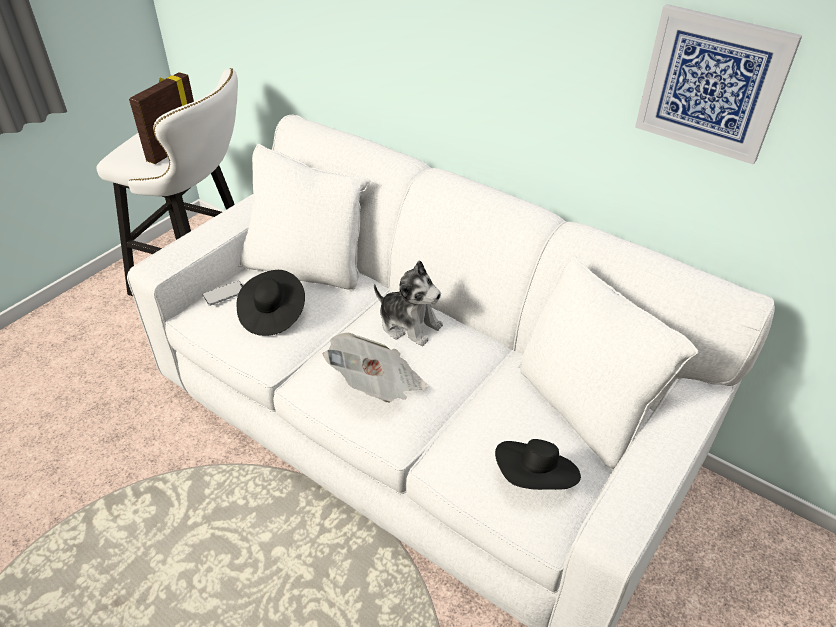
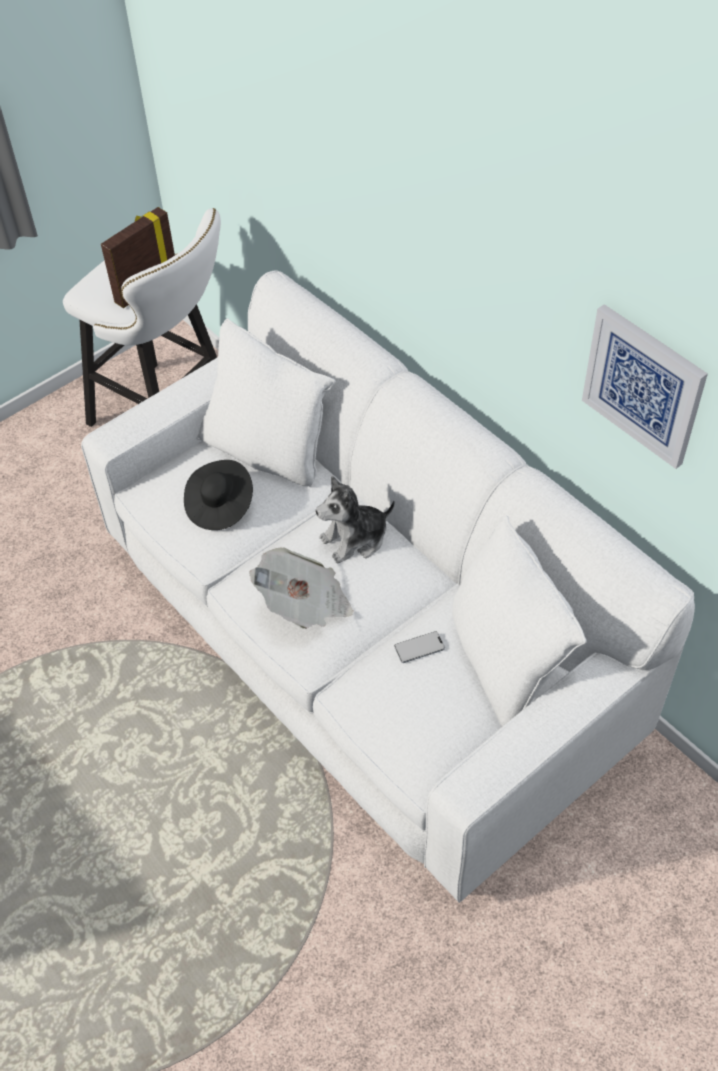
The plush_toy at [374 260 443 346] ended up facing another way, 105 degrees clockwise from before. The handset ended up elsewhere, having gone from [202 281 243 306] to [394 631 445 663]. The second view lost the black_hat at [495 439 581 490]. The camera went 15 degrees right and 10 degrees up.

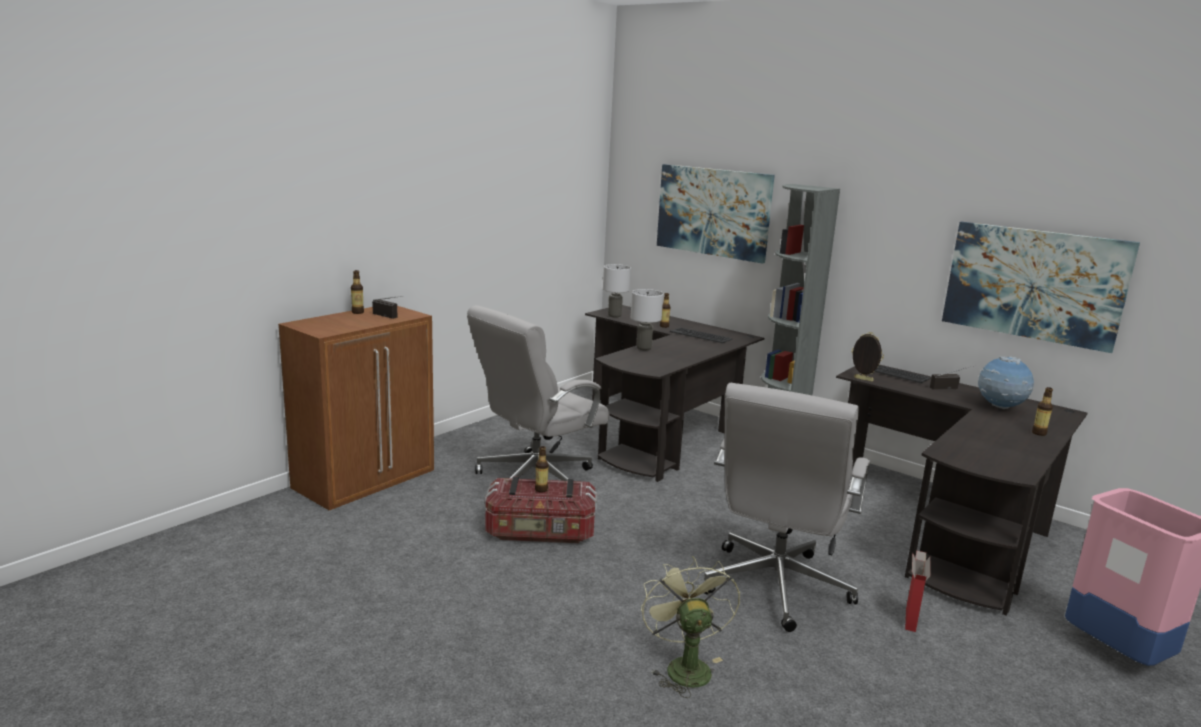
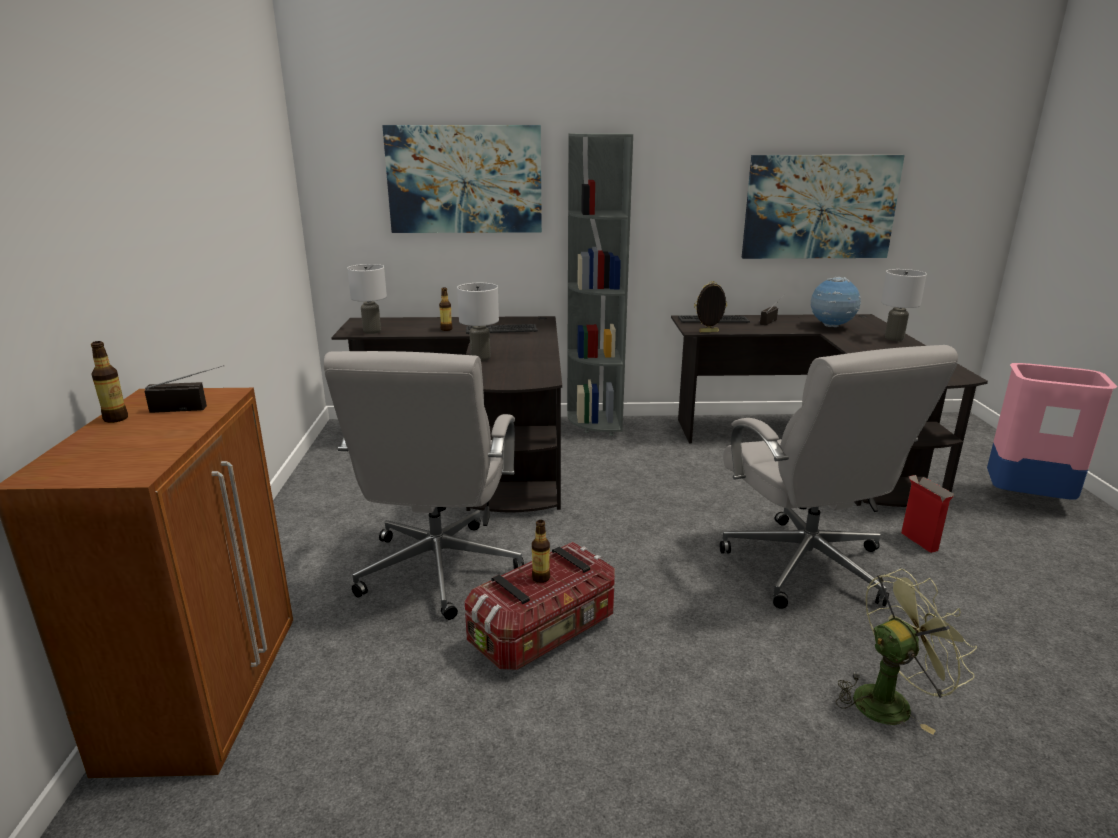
The greenish_fan at [641 556 740 698] ended up facing another way, 120 degrees clockwise from before. Where the drink_bottle stood at [1032 387 1053 436], the white-coloured_lamp_for_a_table came to stand at [881 269 927 341]. The camera went 40 degrees left and 5 degrees up.

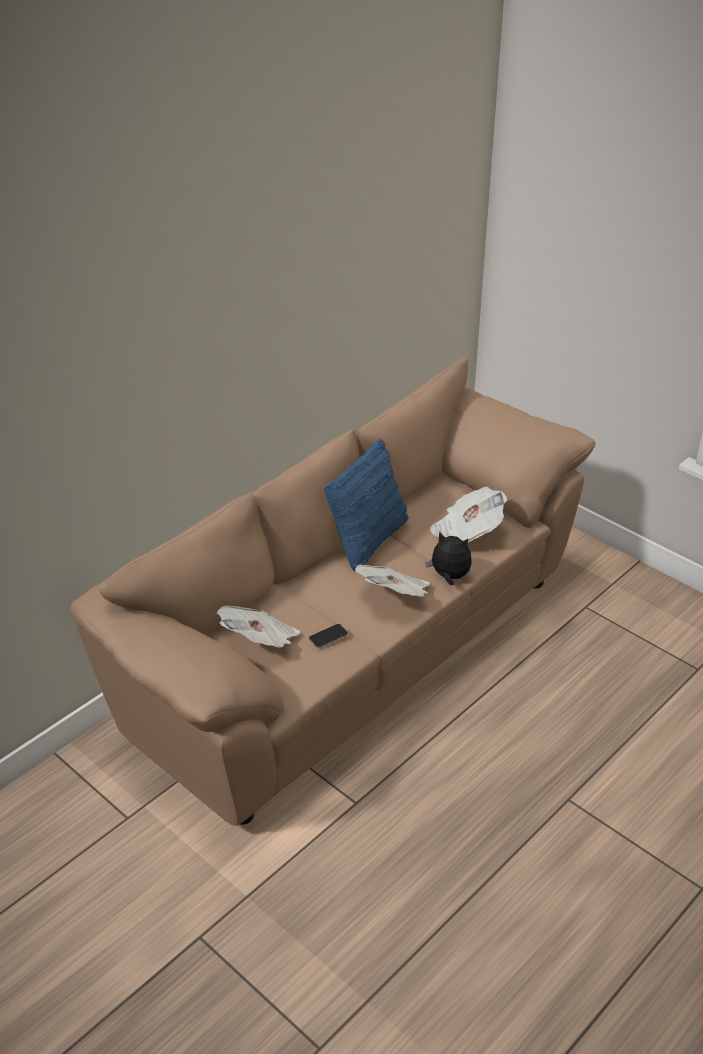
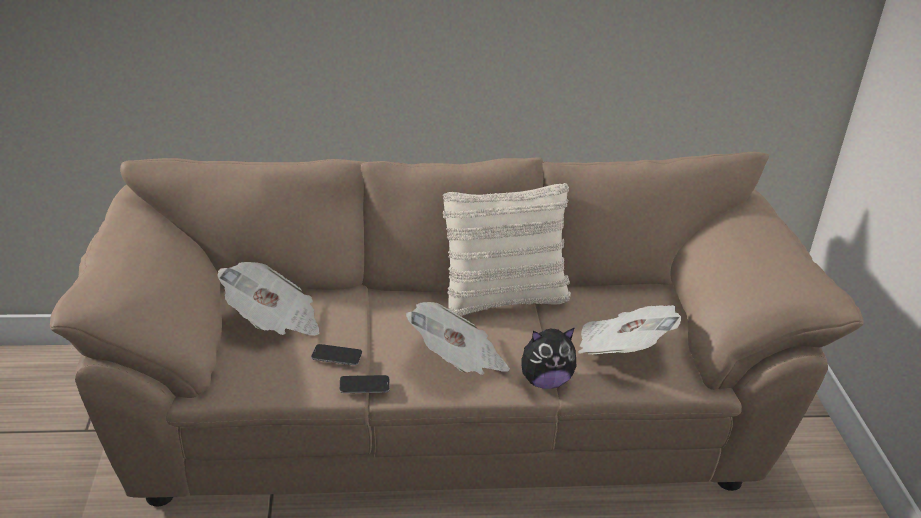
The second view gained the handset at [339 375 390 393]. What was the bluish_cushion at [324 439 409 571] turned into the beige_cushion at [442 183 571 316]. The plush_toy at [425 531 472 585] ended up facing another way, 105 degrees clockwise from before. The camera went 40 degrees right and 5 degrees down.

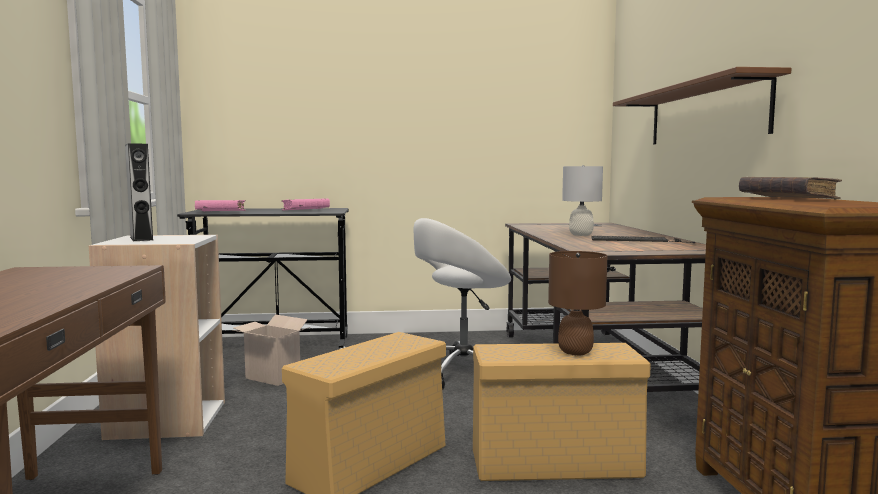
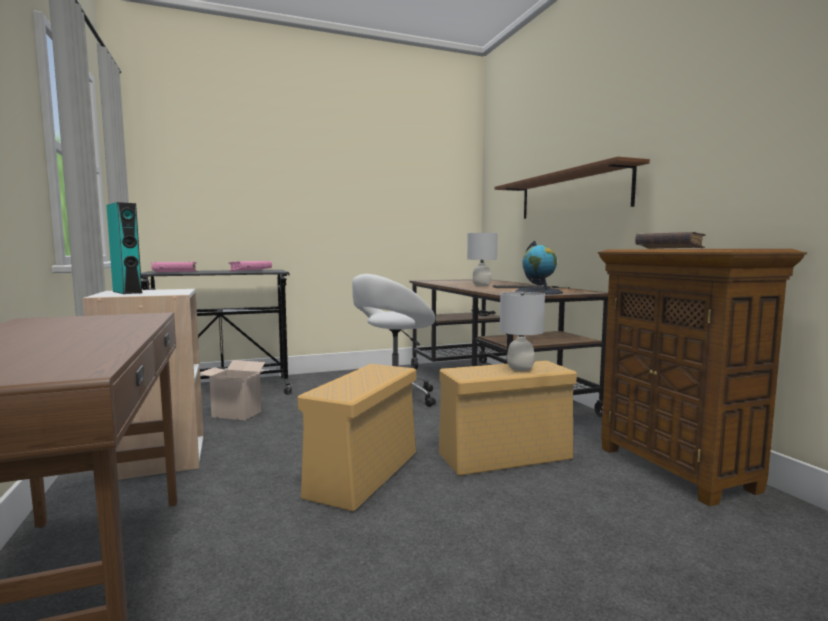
What was the gray_speaker at [125 143 153 241] turned into the blue-green_speaker at [106 202 142 294]. What was the brownish_lamp_for_a_table at [548 251 607 356] turned into the gray_lamp_for_a_table at [500 292 545 371]. The second view gained the globe at [515 241 563 295]. The camera went 15 degrees left and 0 degrees up.

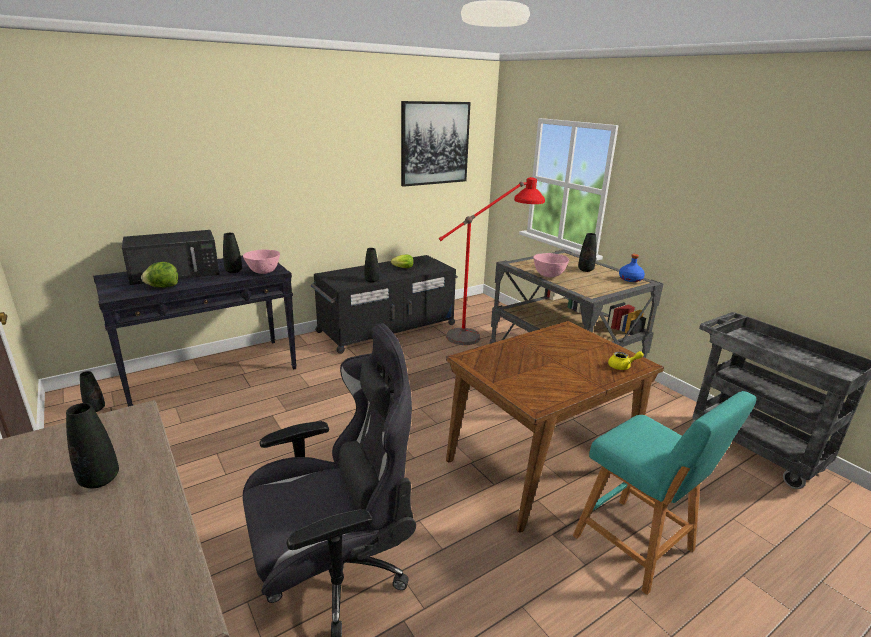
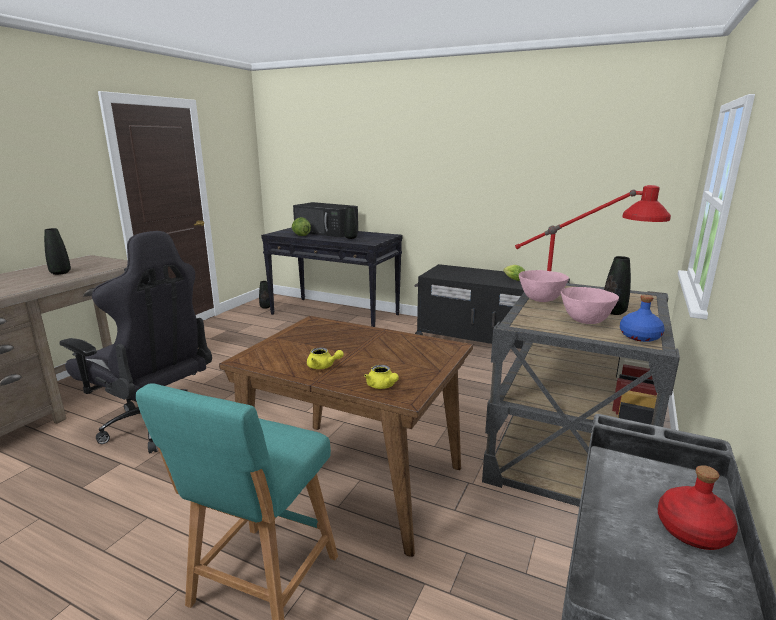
The second view gained the yellow_teapot at [307 348 344 369]. The pink_deep_dish ended up elsewhere, having gone from [243 249 280 274] to [561 287 619 324]. The second view gained the red_drink_bottle at [658 465 738 550]. The second view lost the black_decorative_vase at [364 248 379 283]. The second view lost the wall_art at [401 101 471 187]. The camera went 60 degrees right and 5 degrees down.

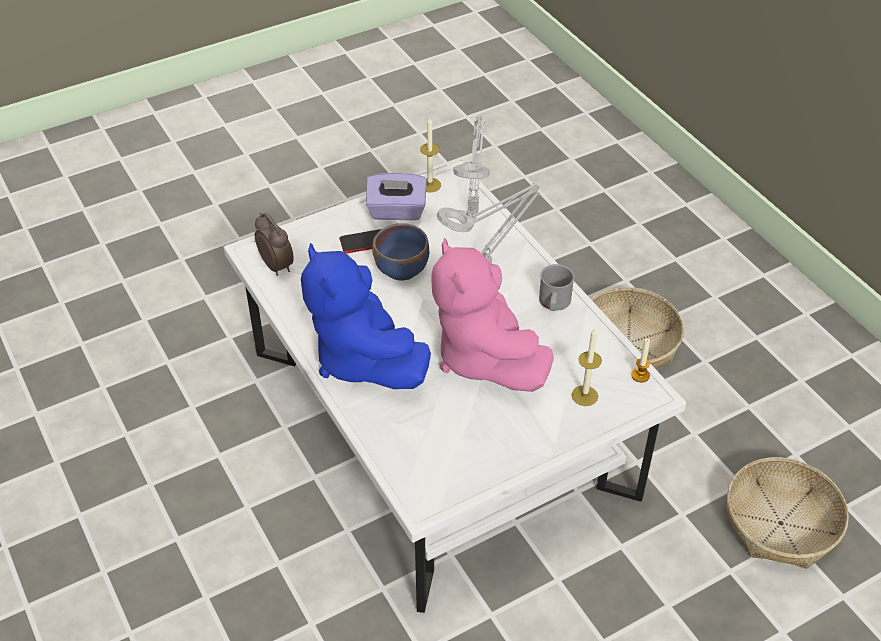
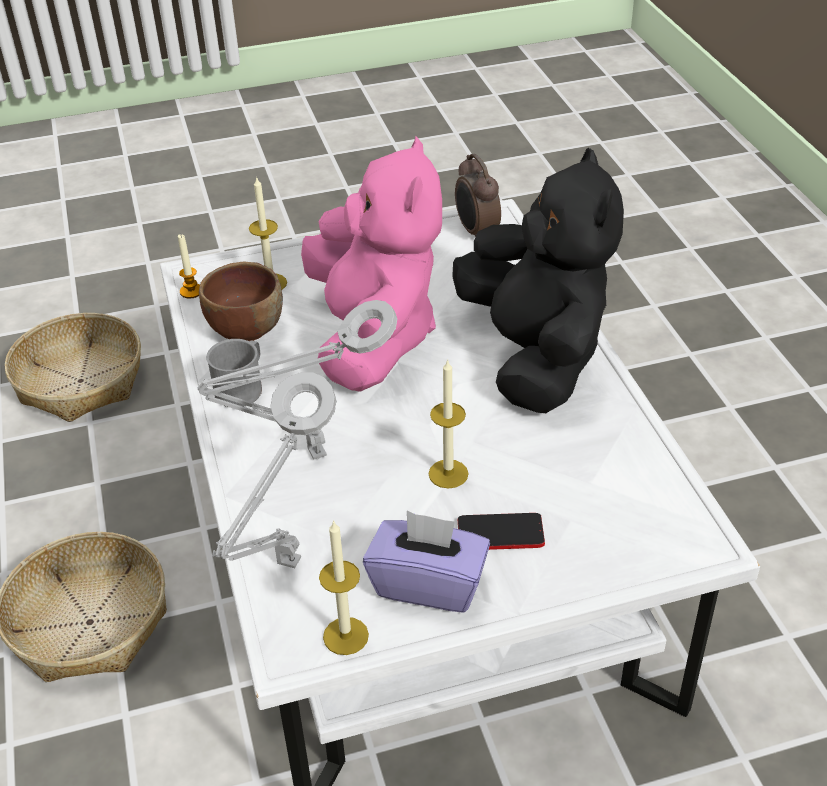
The second view gained the brownish_deep_dish at [199 261 283 341]. Where the bluish_deep_dish stood at [372 223 429 281], the wax_candle came to stand at [429 359 469 489]. What was the bluish_plush_toy at [301 243 431 389] turned into the black_plush_toy at [452 148 624 413]. The alarm_clock ended up elsewhere, having gone from [255 213 293 276] to [455 153 501 237]. The camera went 165 degrees left and 5 degrees down.

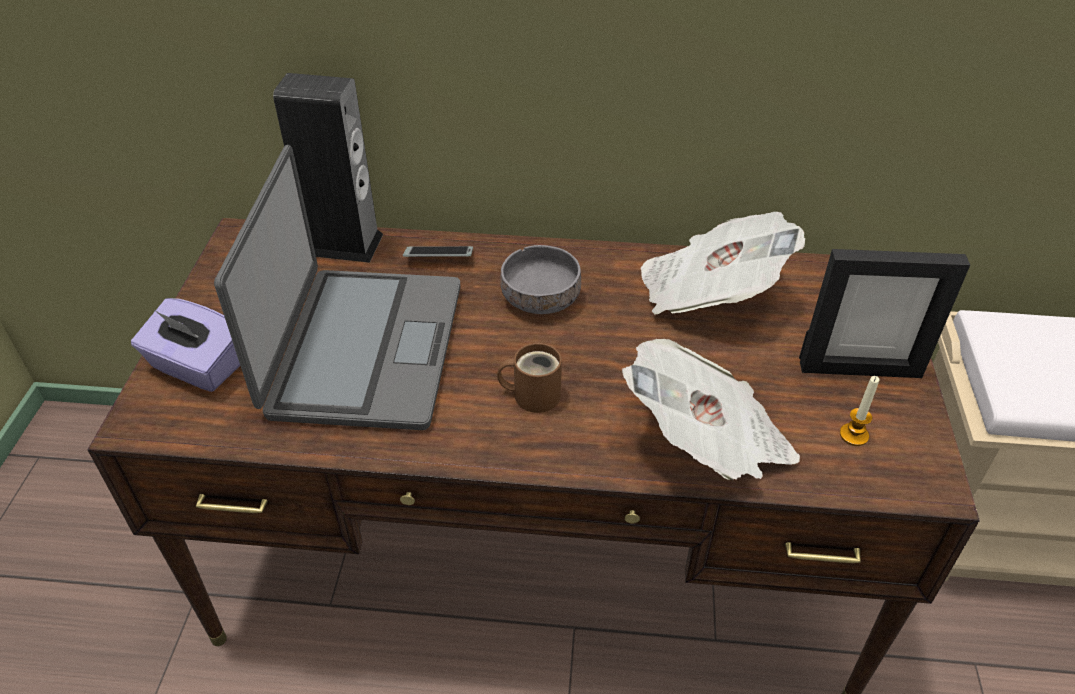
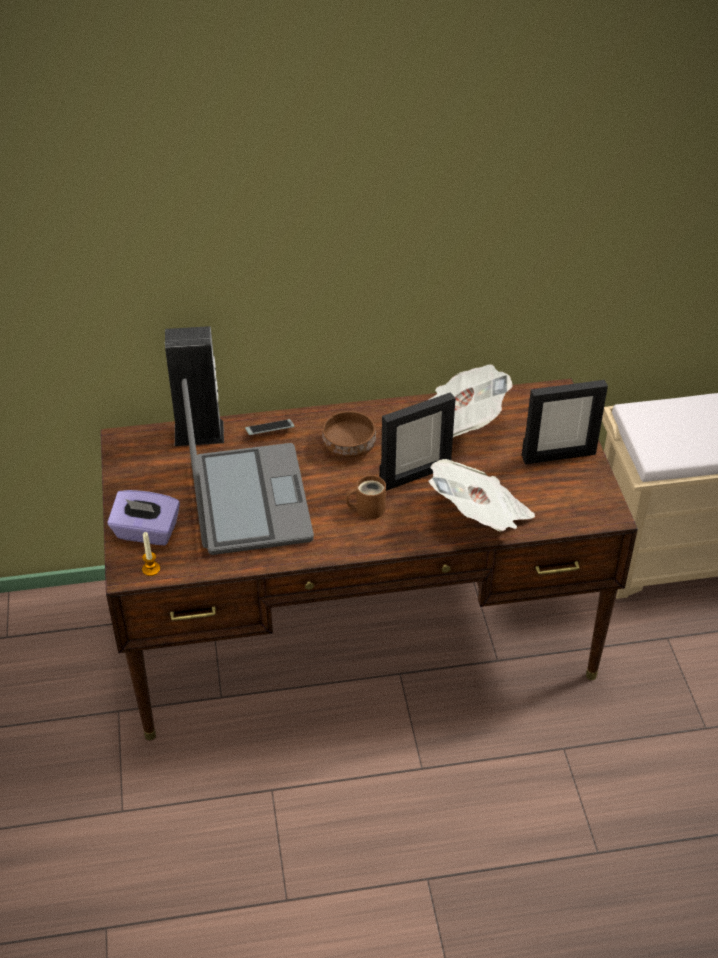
The wax_candle ended up elsewhere, having gone from [840 376 879 446] to [142 532 160 576]. What was the gray_deep_dish at [500 245 581 314] turned into the brownish_deep_dish at [322 411 376 458]. The second view gained the photo_frame at [379 392 456 491]. The camera went 15 degrees left and 0 degrees up.

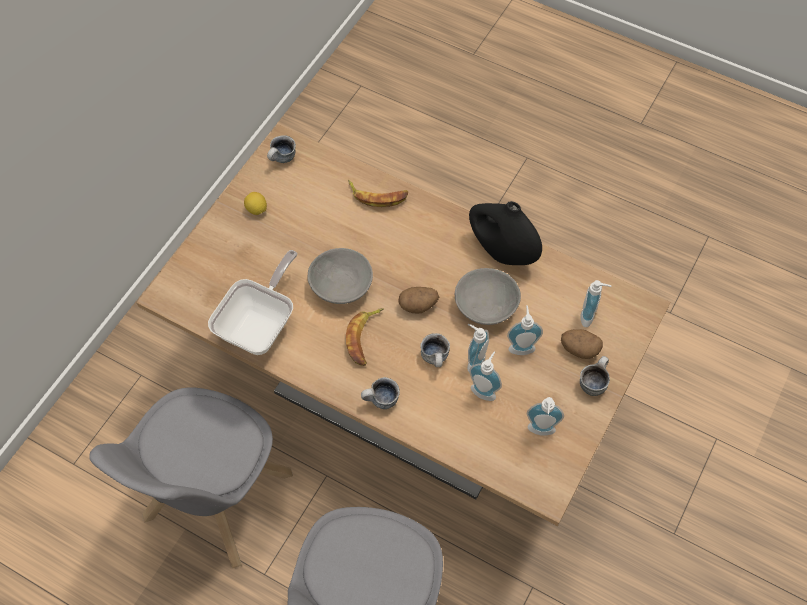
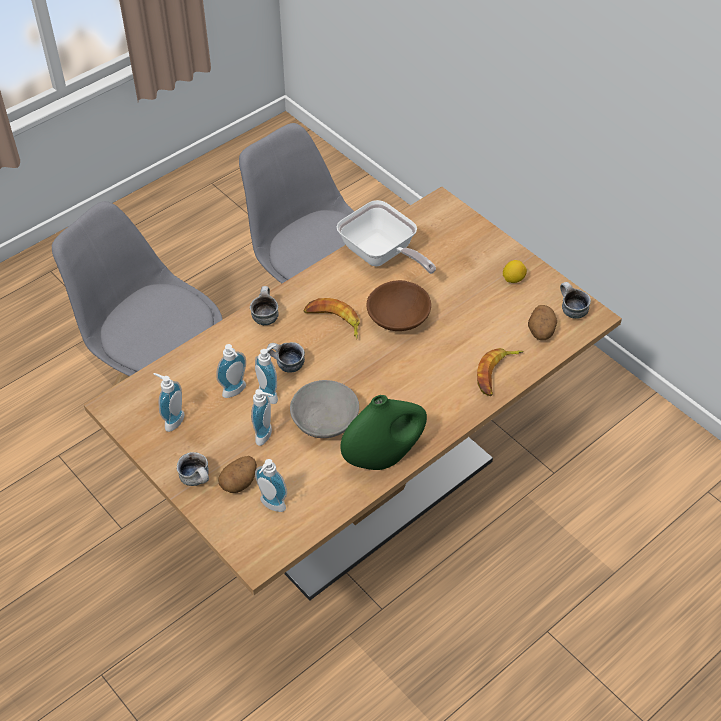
What was the black_decorative_vase at [469 201 542 265] turned into the greenish_decorative_vase at [340 395 427 470]. What was the gray_deep_dish at [307 248 373 304] turned into the brownish_deep_dish at [367 280 431 331]. The potato ended up elsewhere, having gone from [398 287 439 313] to [528 305 557 340]. The camera went 110 degrees right and 10 degrees down.

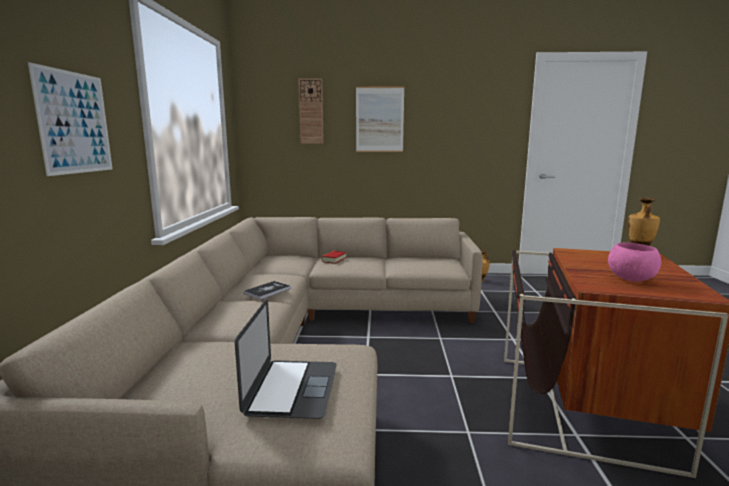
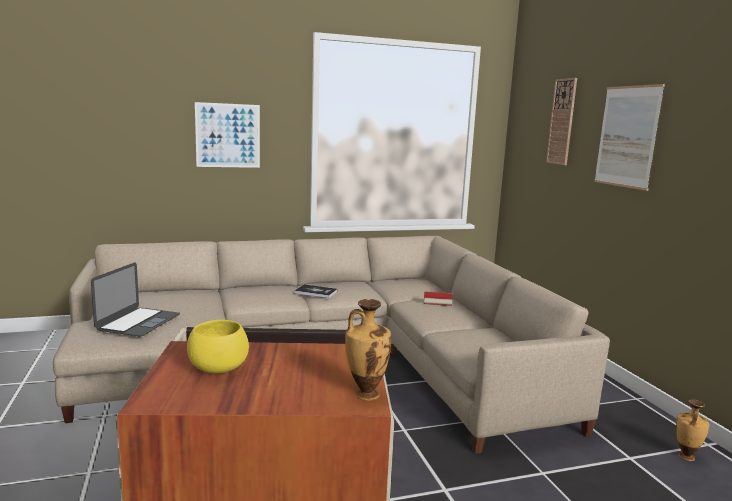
The laptop at [235 299 337 419] ended up facing another way, 60 degrees counterclockwise from before. What was the pink_deep_dish at [608 243 661 282] turned into the yellow_deep_dish at [187 320 249 374]. The camera went 70 degrees right and 0 degrees up.

